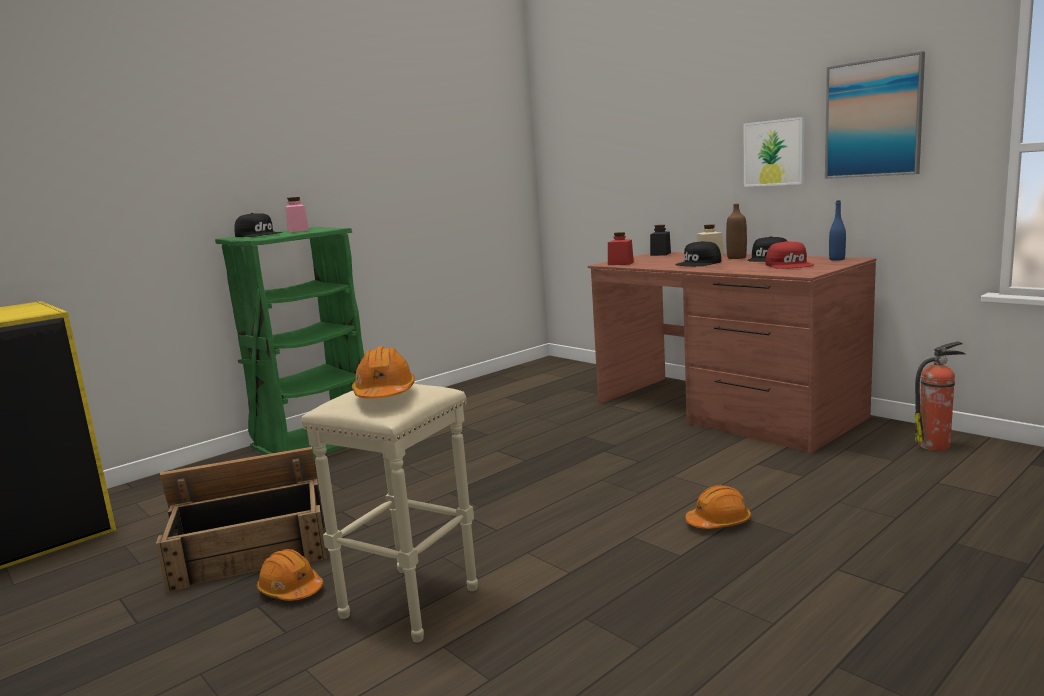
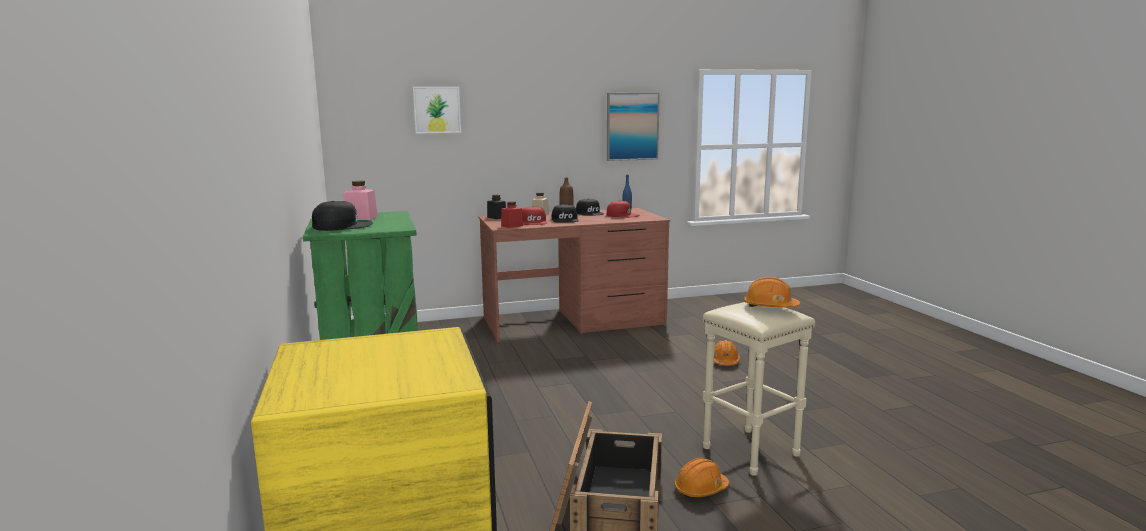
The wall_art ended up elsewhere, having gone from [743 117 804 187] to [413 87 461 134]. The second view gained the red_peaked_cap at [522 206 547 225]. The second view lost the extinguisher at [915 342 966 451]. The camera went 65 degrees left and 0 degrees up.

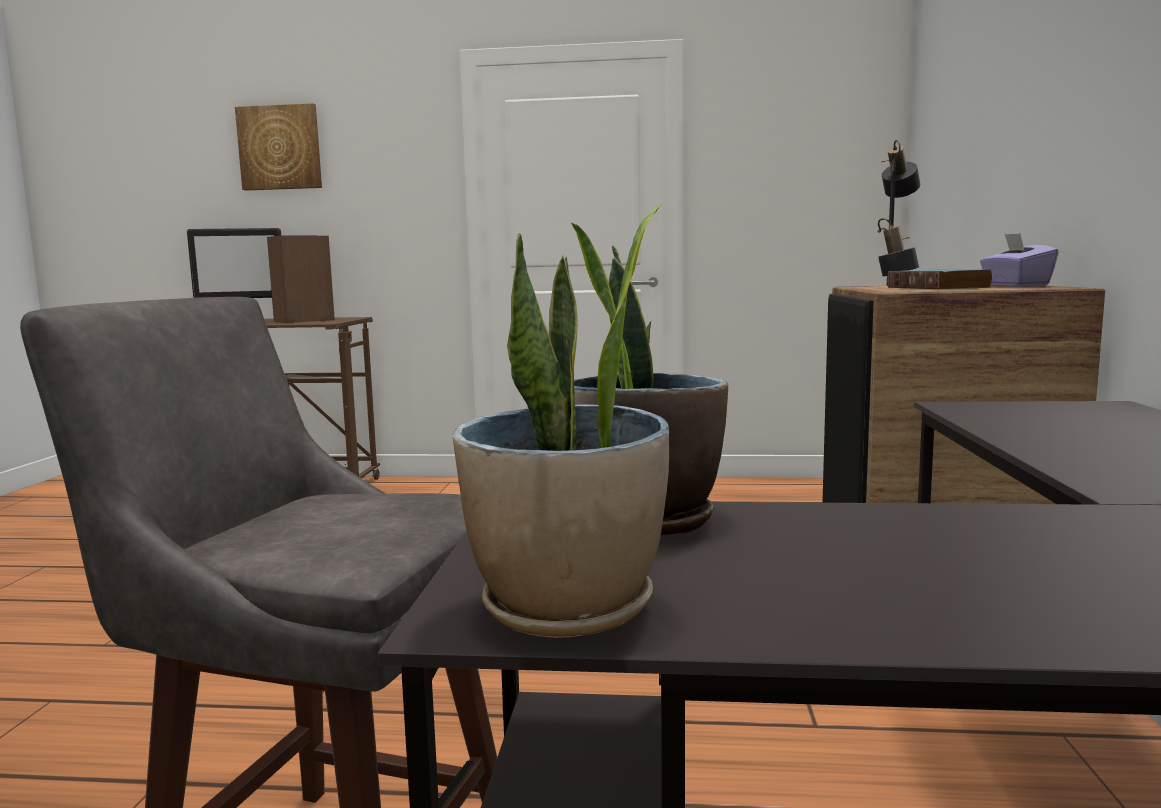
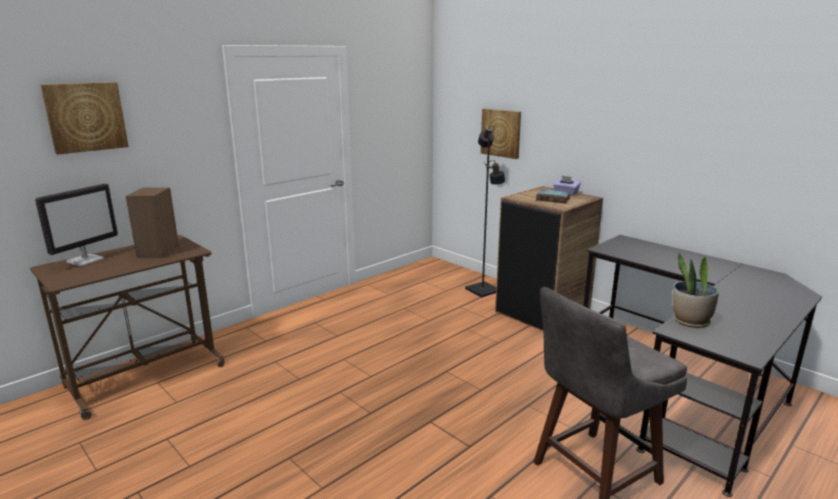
The second view gained the wall_art at [481 109 521 159]. The second view lost the plant_in_a_pot at [452 204 669 638]. The camera went 50 degrees left and 10 degrees up.

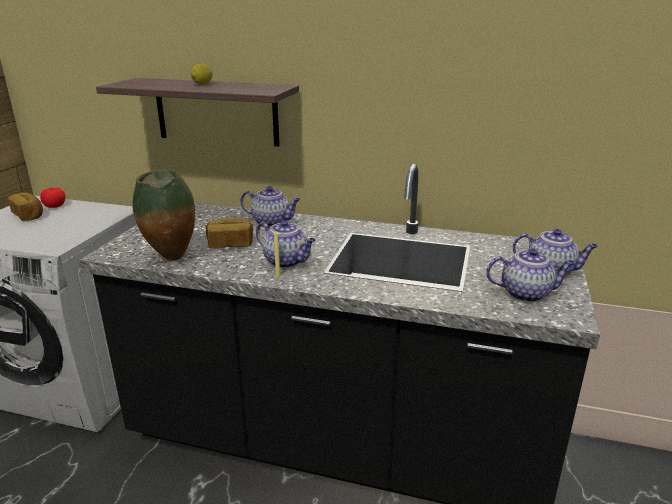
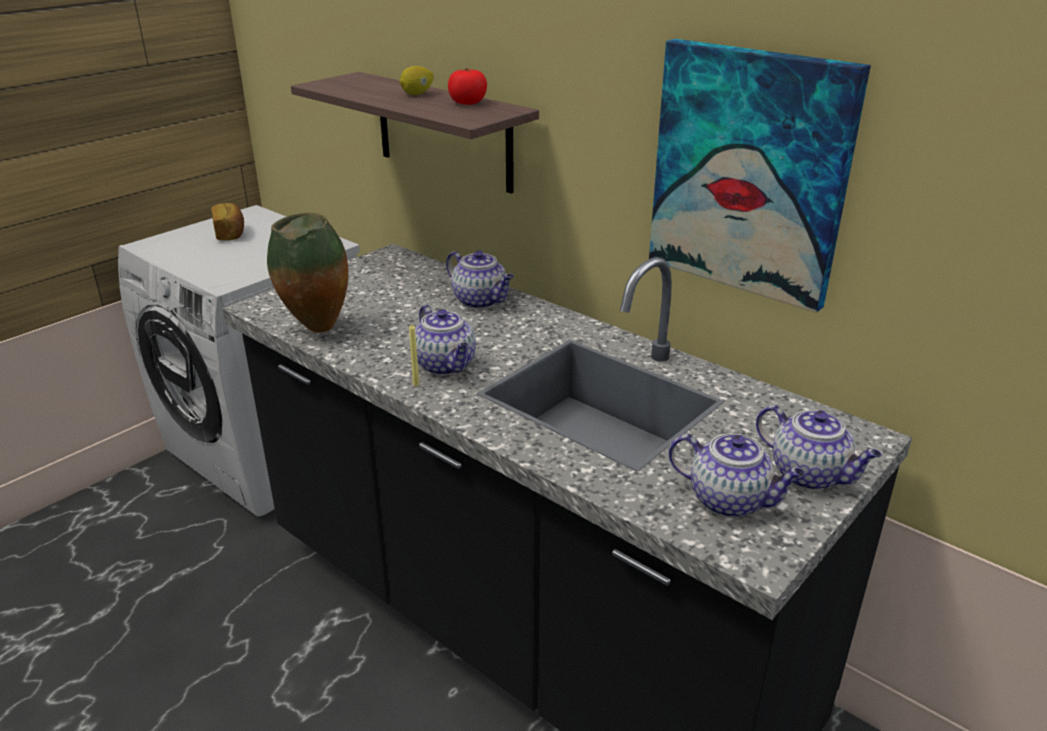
The whole_tomato ended up elsewhere, having gone from [40 188 65 208] to [448 68 487 105]. The second view gained the wall_art at [649 39 871 313]. The second view lost the bread at [206 219 253 248]. The camera went 25 degrees right and 5 degrees up.

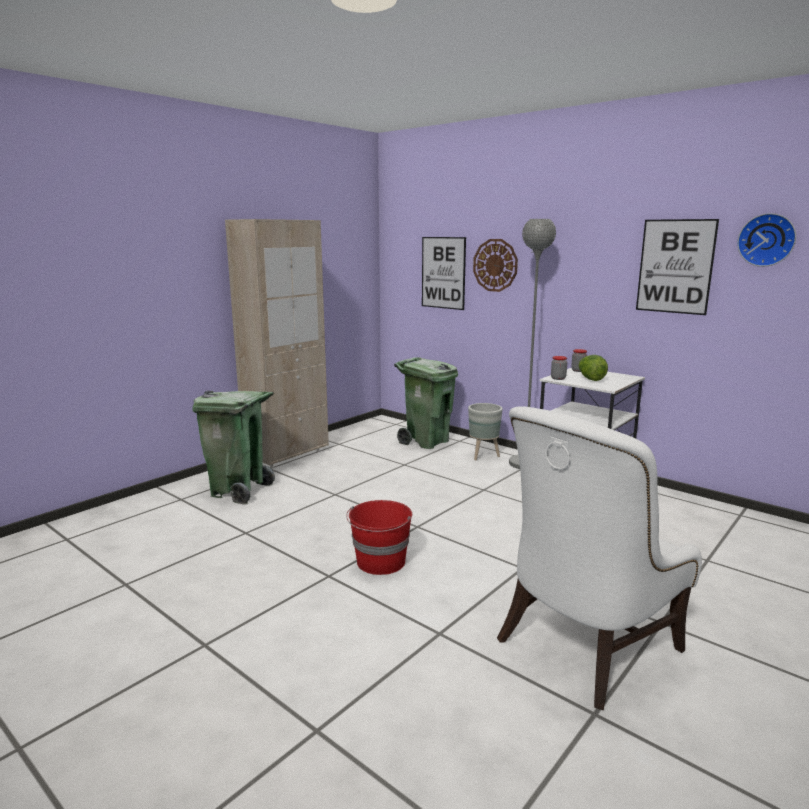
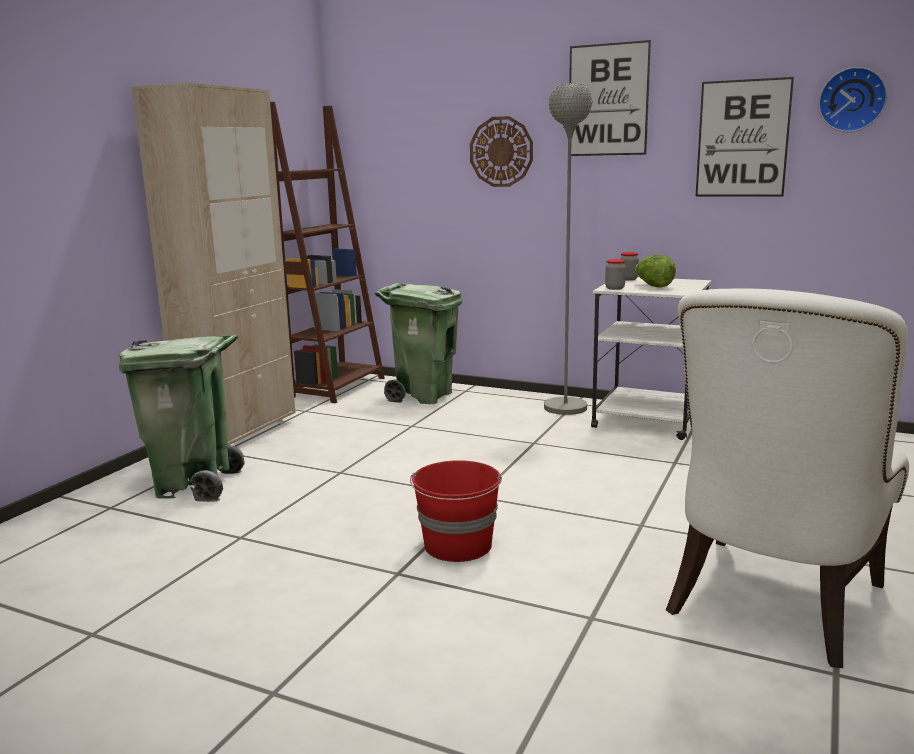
The second view gained the brownish_bookshelf at [270 102 385 403]. The wall_art ended up elsewhere, having gone from [422 237 466 310] to [569 40 651 156]. The second view lost the gray_planter at [468 403 503 460]. The camera went 15 degrees left and 0 degrees up.

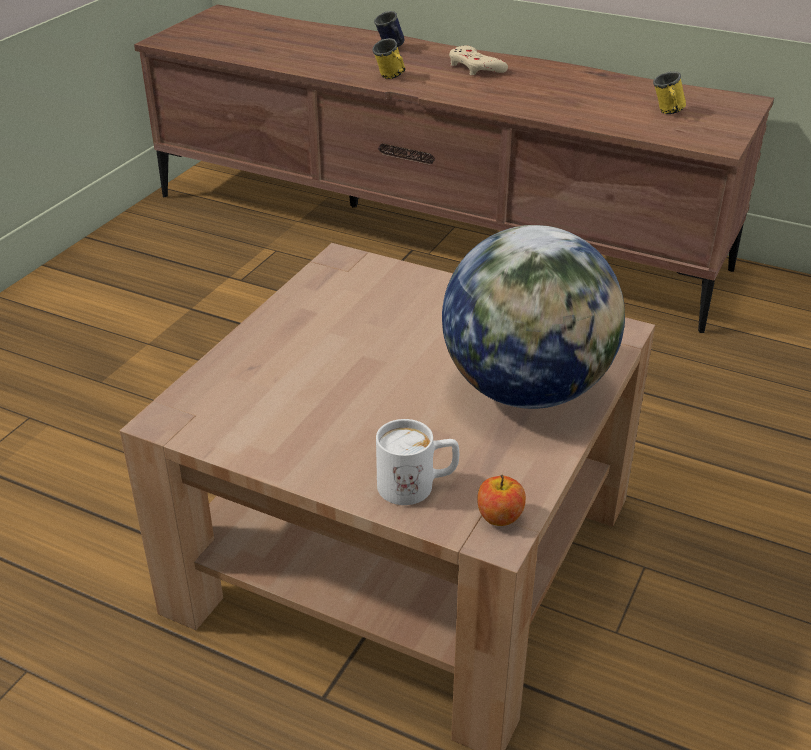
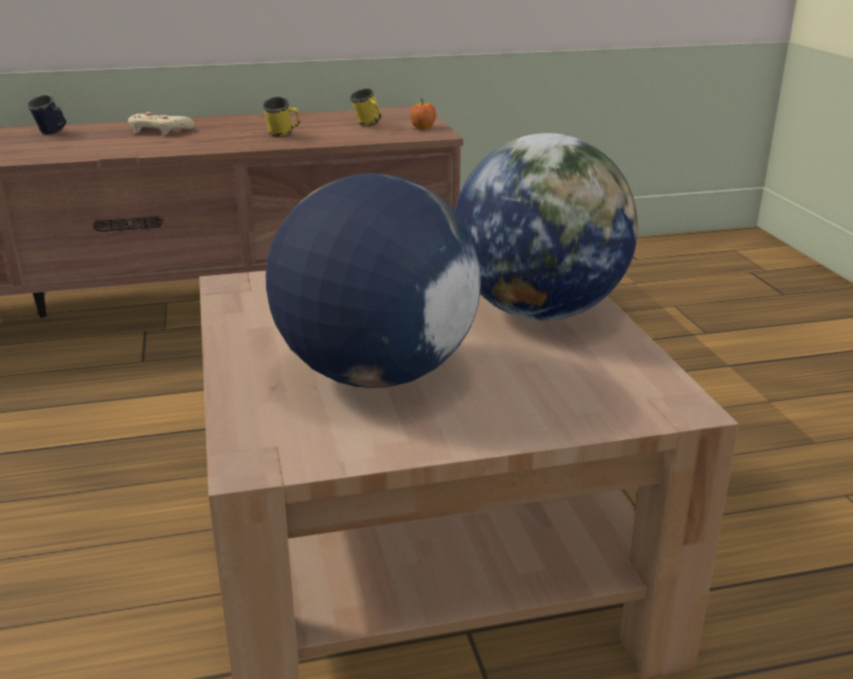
The yellow_mug ended up elsewhere, having gone from [372 38 406 79] to [263 96 300 137]. The second view gained the globe at [266 173 481 388]. The whole_apple ended up elsewhere, having gone from [477 474 526 526] to [410 98 436 129]. The second view lost the white-coloured_mug at [376 419 459 505]. The camera went 40 degrees left and 10 degrees down.

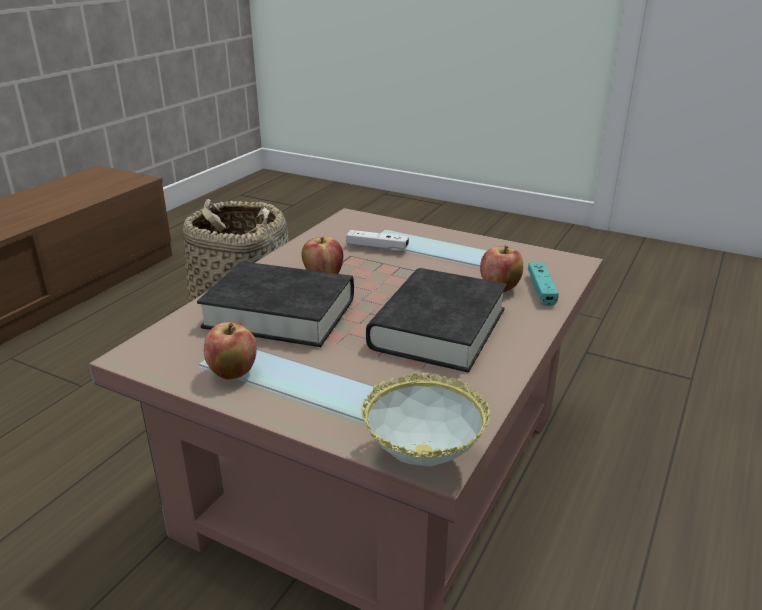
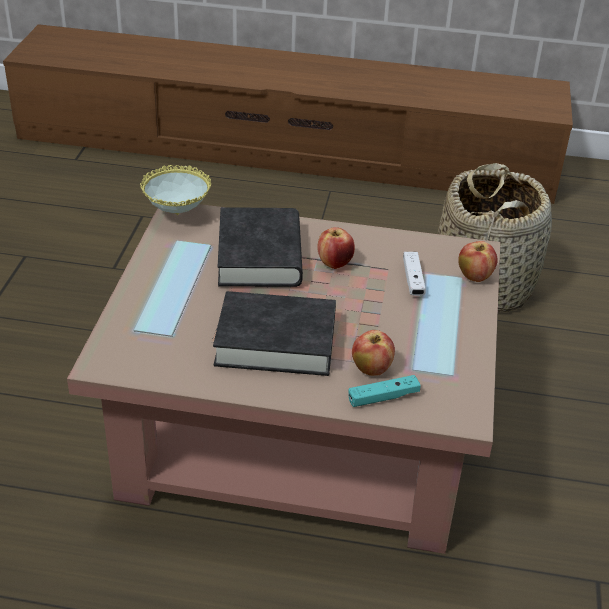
The deep_dish ended up elsewhere, having gone from [361 372 490 467] to [140 165 211 215]. The whole_apple ended up elsewhere, having gone from [204 322 257 380] to [458 241 498 282]. The camera went 70 degrees right and 10 degrees up.

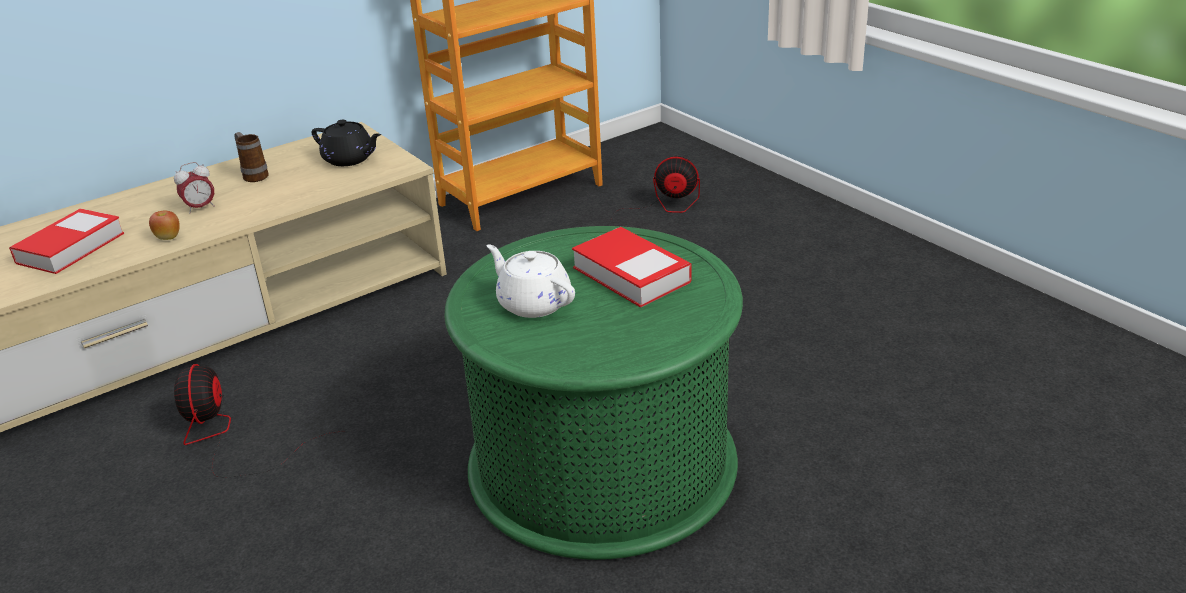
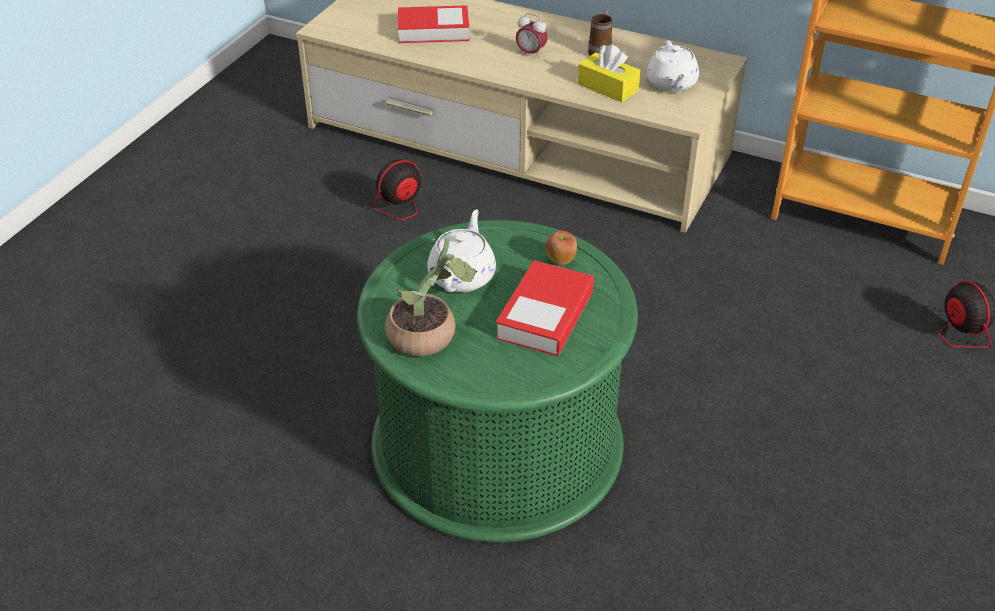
The second view gained the plant_in_a_pot at [385 237 477 356]. The whole_apple ended up elsewhere, having gone from [149 211 180 240] to [546 231 577 265]. The second view gained the yellow_tissue_holder at [578 44 640 102]. What was the black_teapot at [311 120 381 166] turned into the white-coloured_teapot at [647 40 699 92]. The camera went 60 degrees right and 10 degrees up.

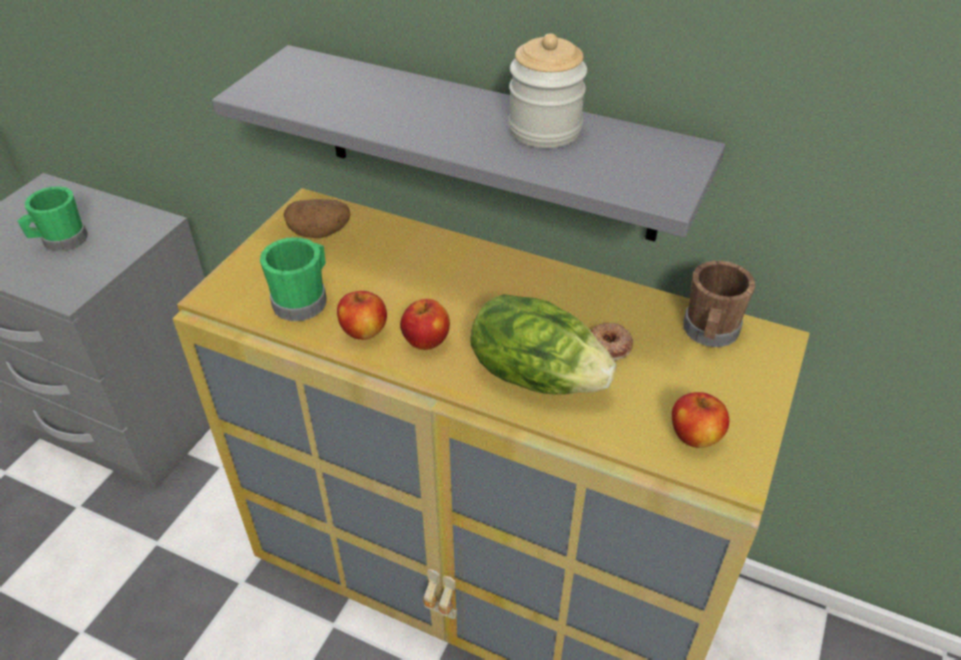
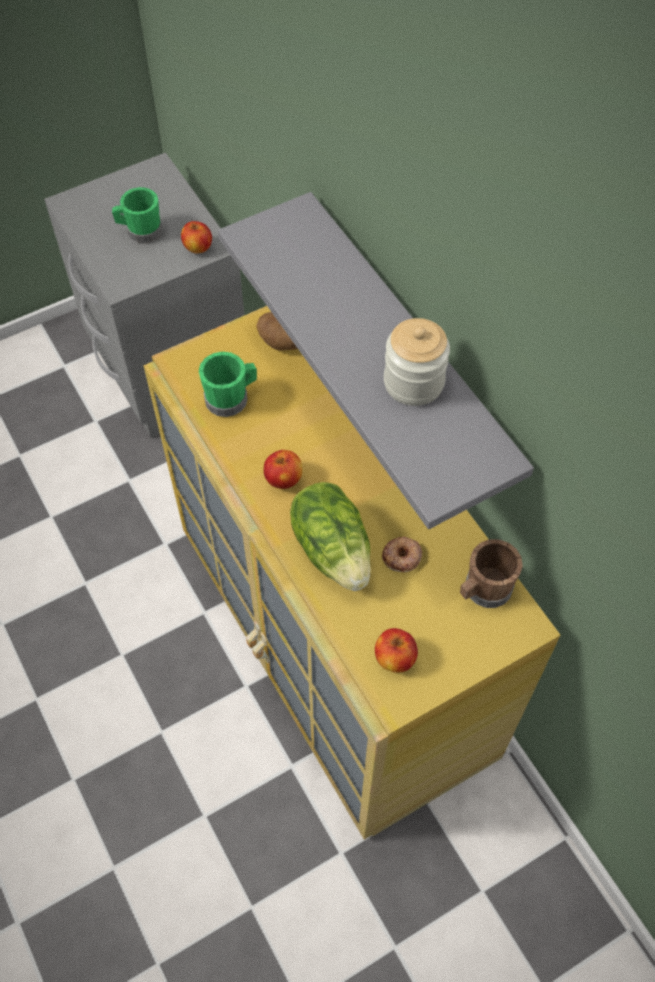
The whole_apple ended up elsewhere, having gone from [337 291 387 340] to [181 221 212 253]. The camera went 35 degrees right and 15 degrees up.

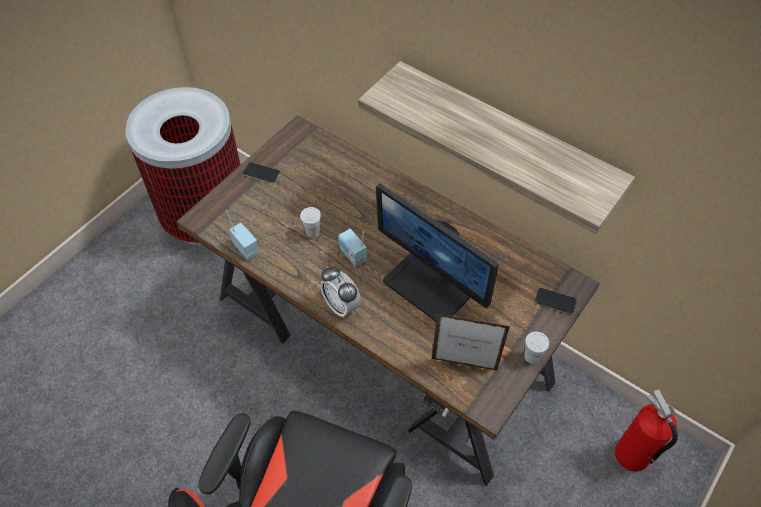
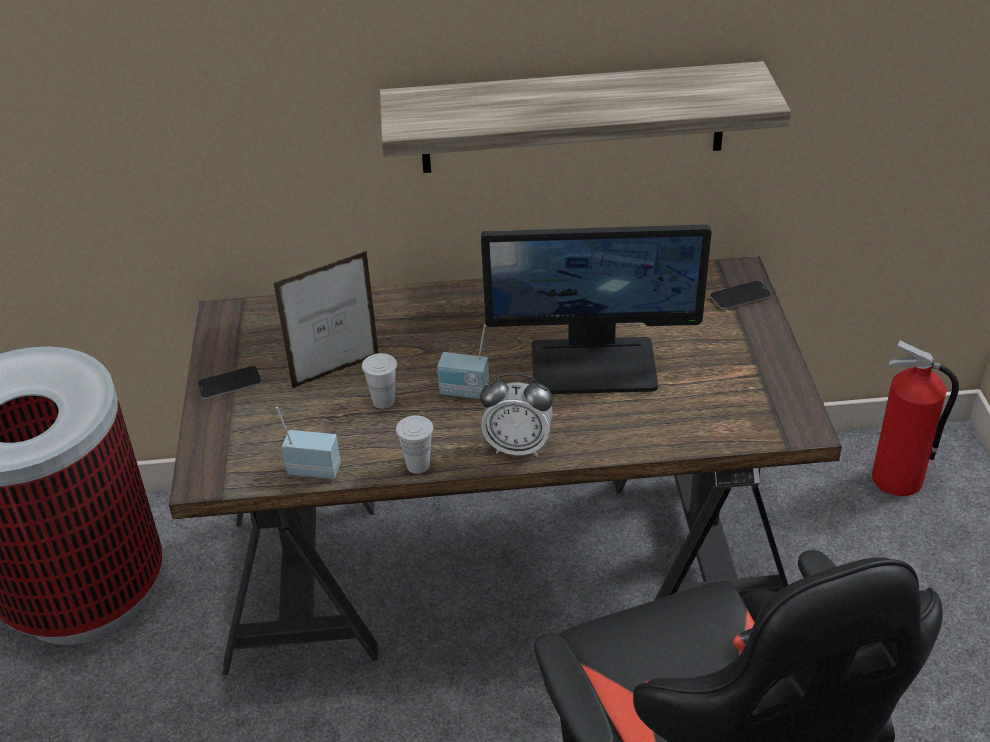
The photo_frame ended up elsewhere, having gone from [432 314 510 371] to [274 251 379 389]. The white-coloured_drinking_cup ended up elsewhere, having gone from [525 332 549 364] to [396 415 433 474]. The camera went 40 degrees left and 15 degrees down.

